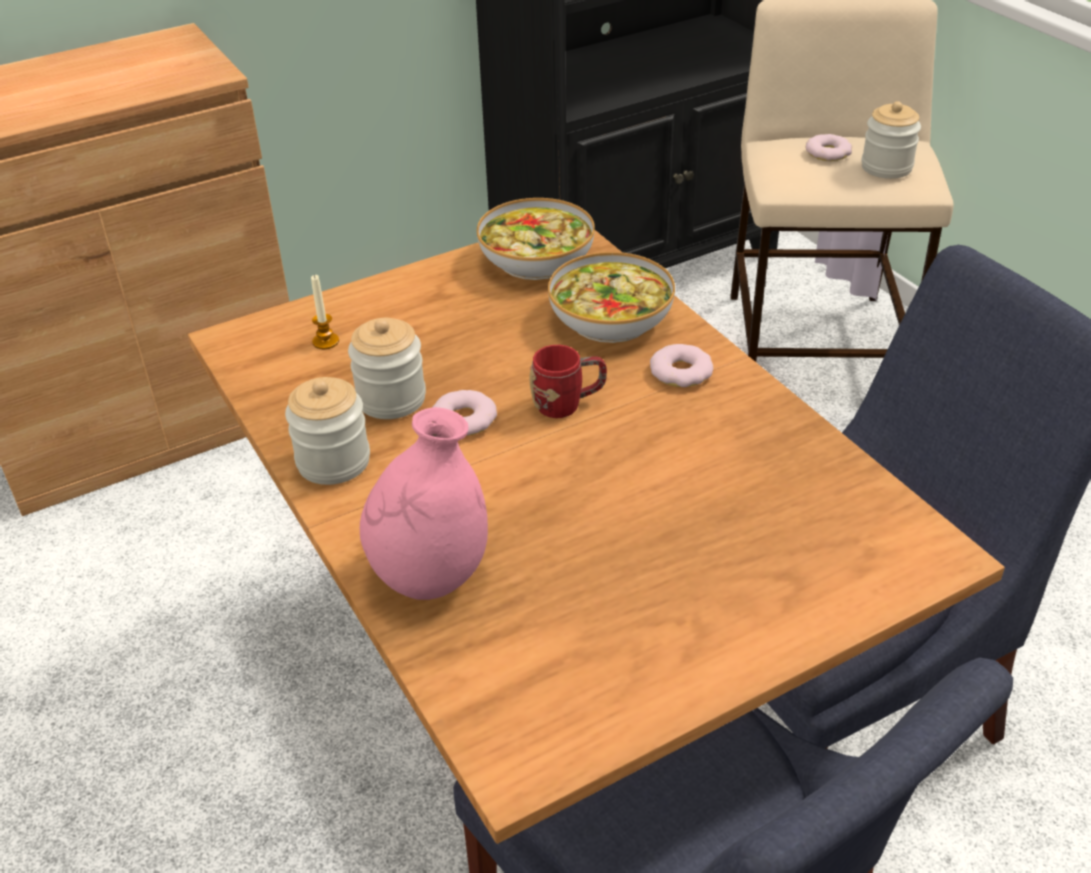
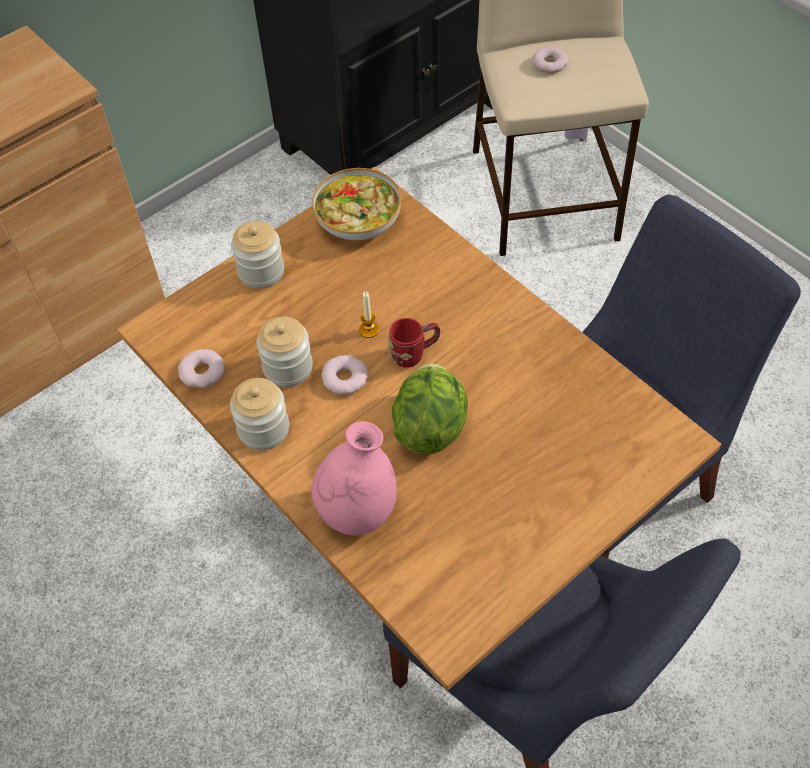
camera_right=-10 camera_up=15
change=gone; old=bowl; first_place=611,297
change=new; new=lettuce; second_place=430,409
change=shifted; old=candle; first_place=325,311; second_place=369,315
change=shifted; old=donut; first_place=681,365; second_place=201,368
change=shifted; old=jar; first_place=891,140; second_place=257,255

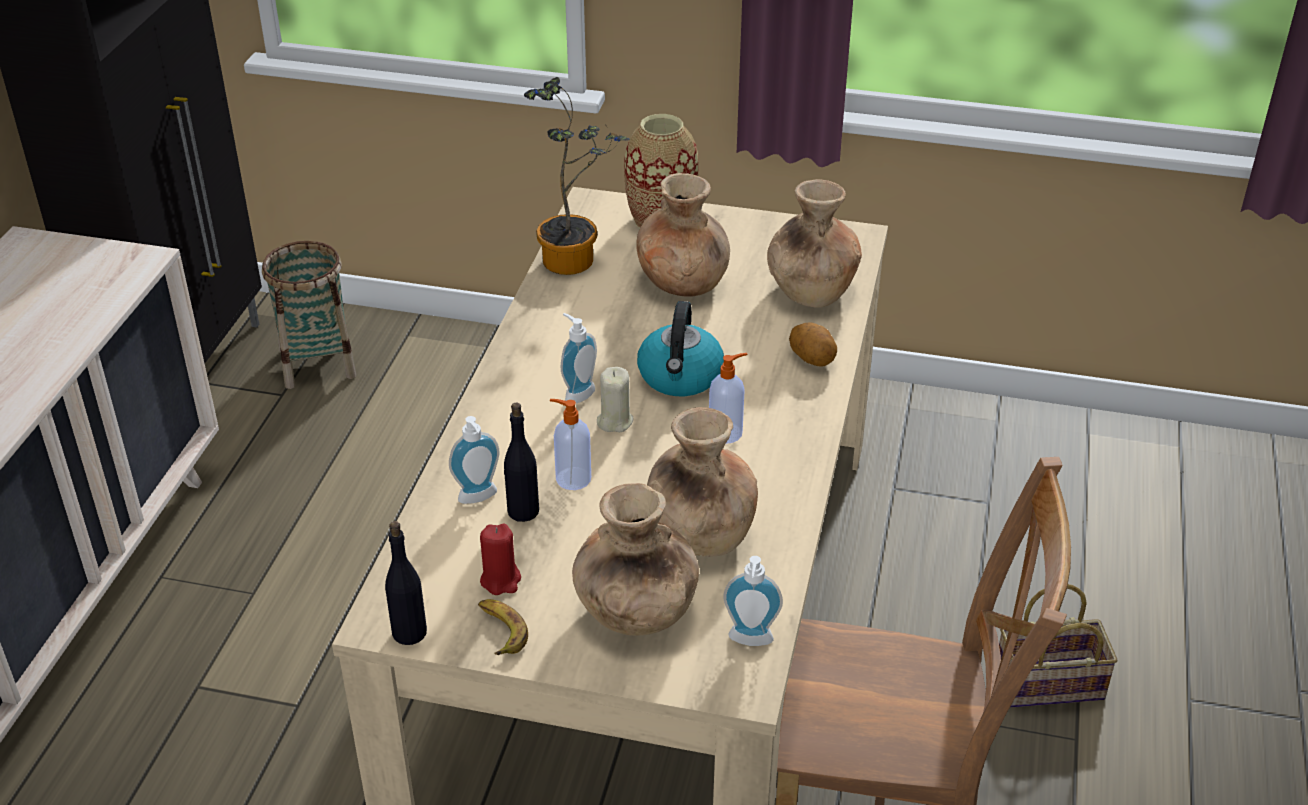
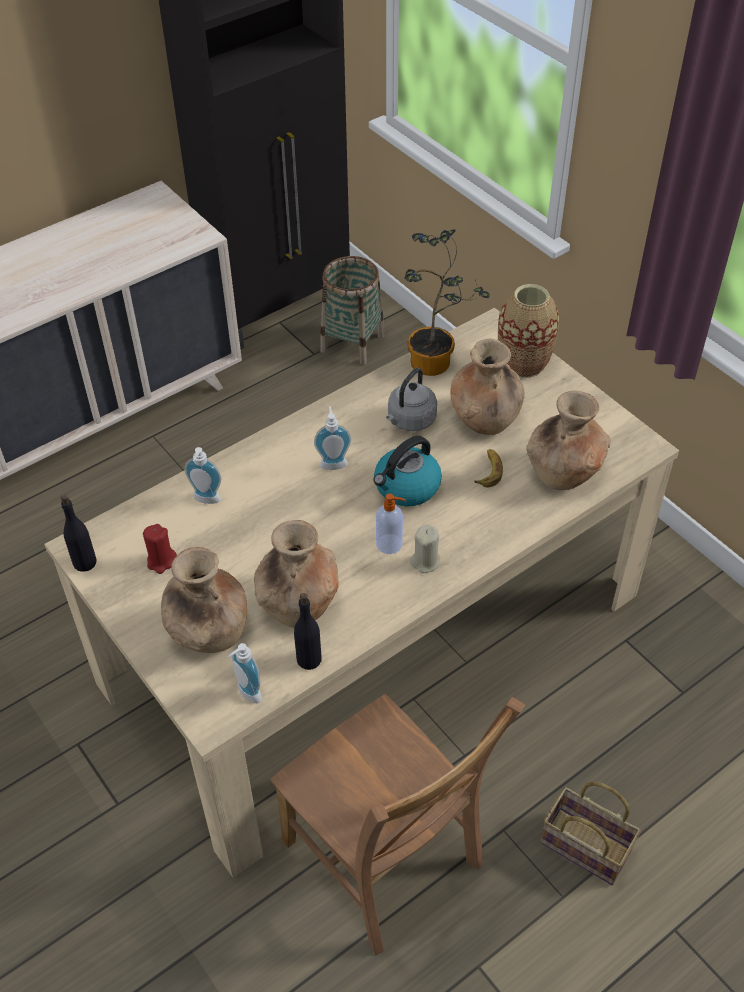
camera_right=40 camera_up=10
change=gone; old=soap dispenser; first_place=570,444
change=gone; old=potato; first_place=813,344
change=new; new=grey kettle; second_place=411,399
change=shifted; old=banana; first_place=503,627; second_place=488,468
change=shifted; old=black bottle; first_place=521,462; second_place=308,631
change=shifted; old=beige candle; first_place=615,399; second_place=425,548

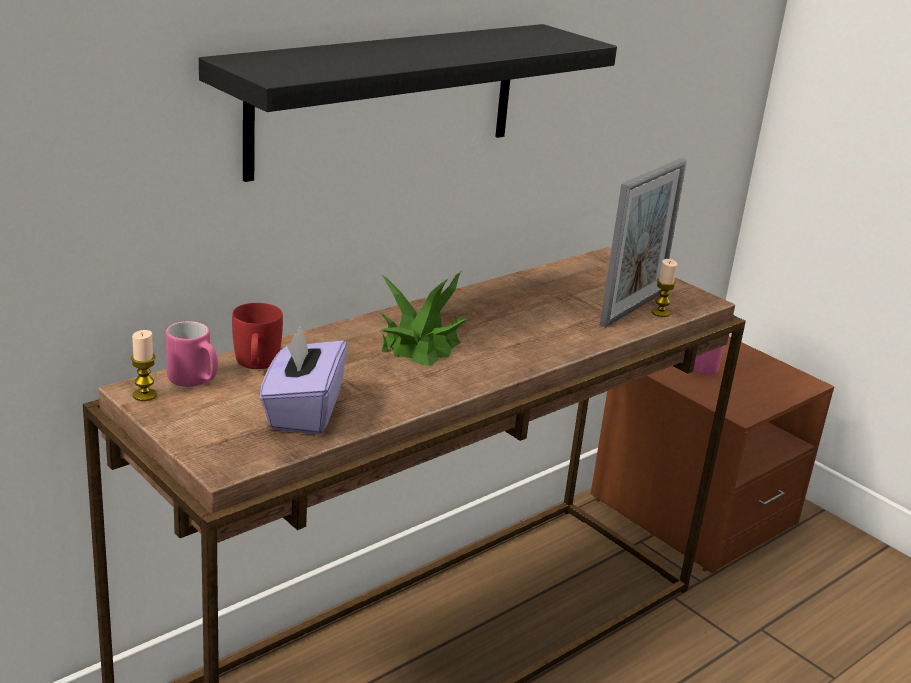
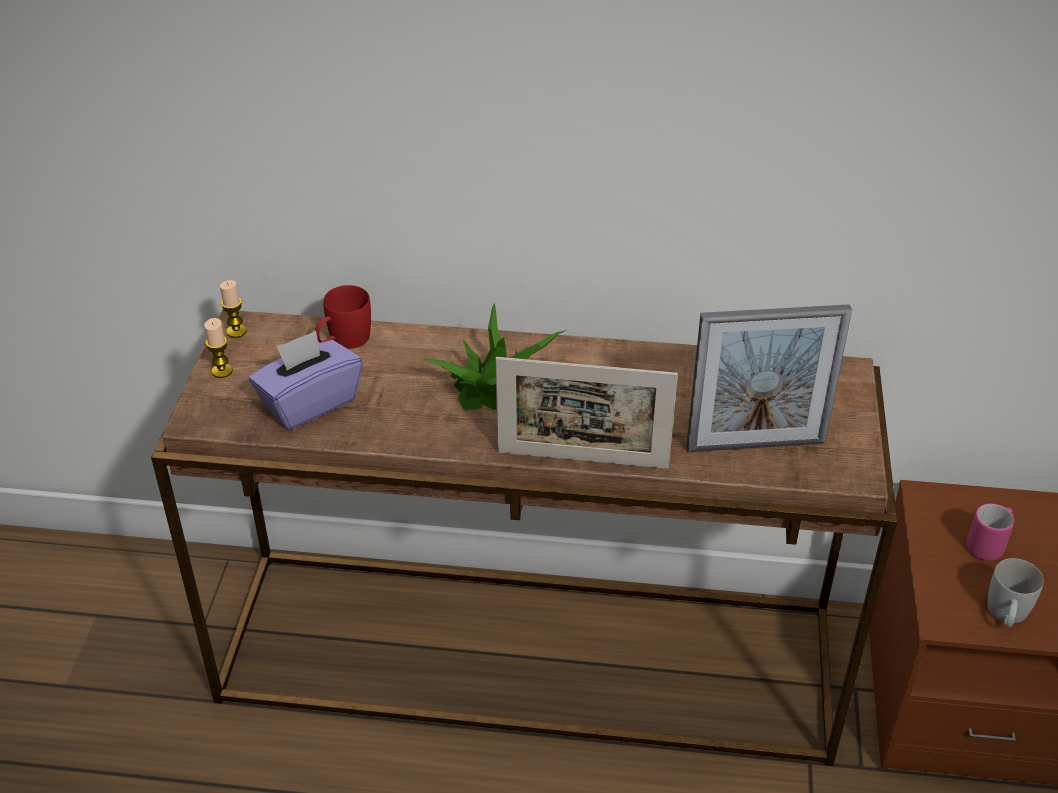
camera_right=50 camera_up=15
change=gone; old=pink mug; first_place=192,354
change=gone; old=black shelf; first_place=408,103
change=new; new=picture frame; second_place=587,413
change=new; new=white mug; second_place=1016,592
change=shifted; old=candle; first_place=664,288; second_place=218,348

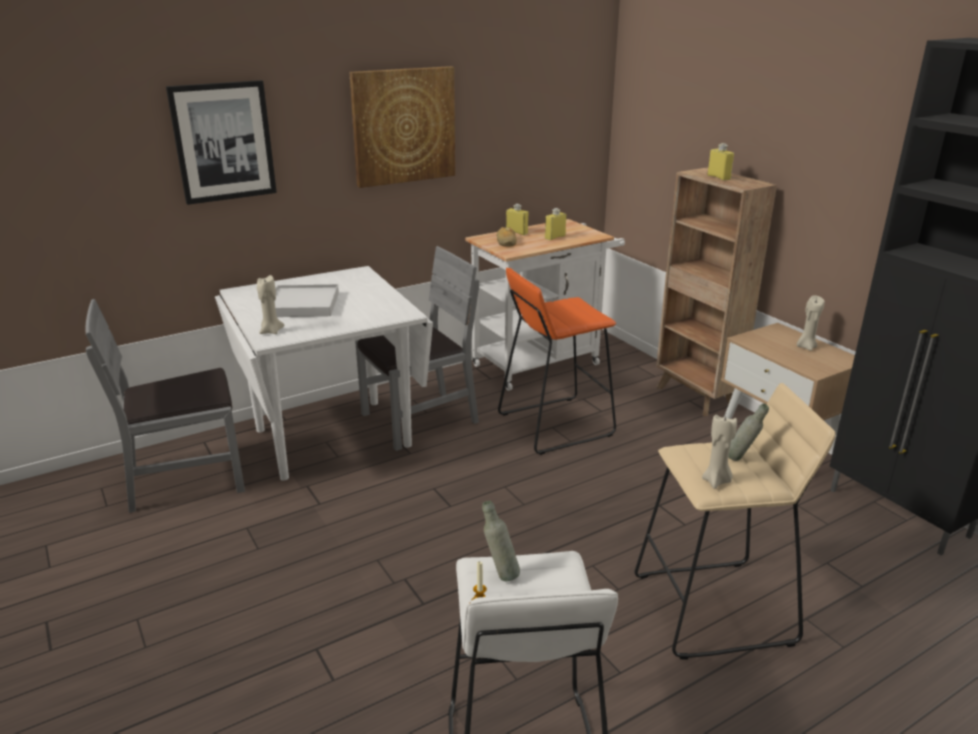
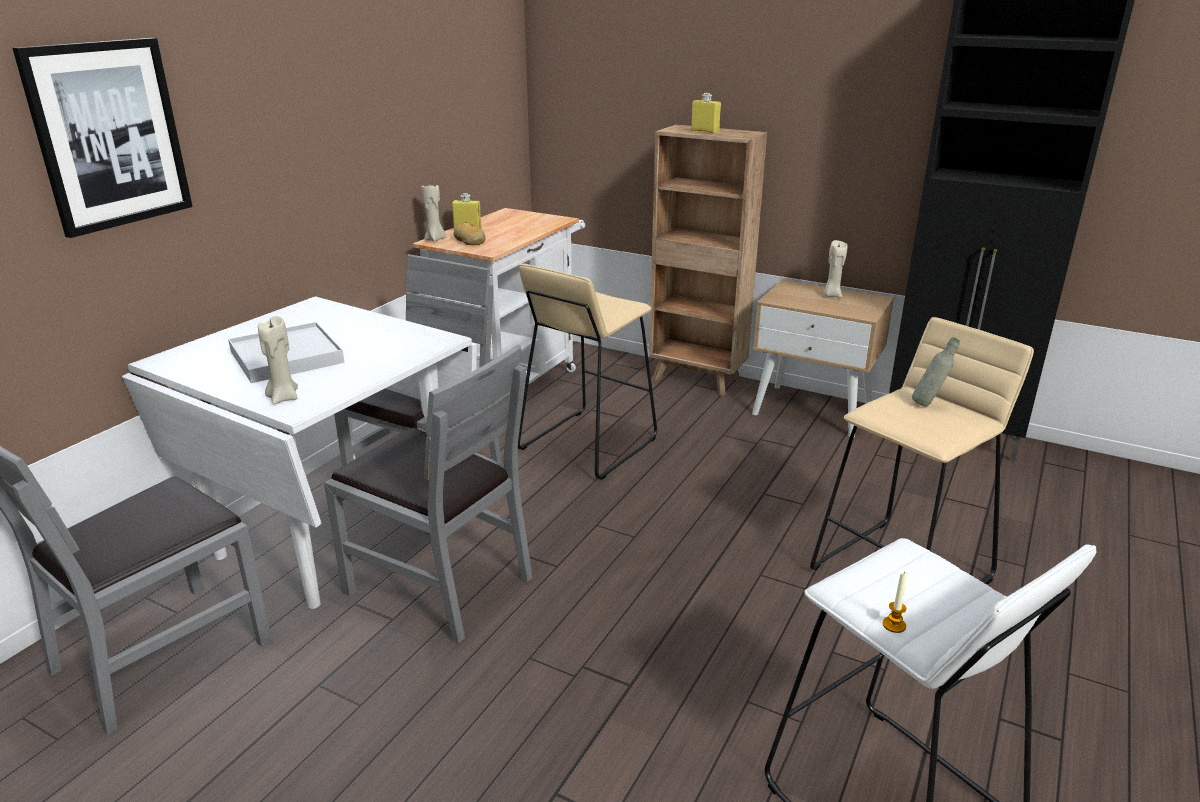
camera_right=-30 camera_up=0
change=gone; old=picture; first_place=402,127
change=gone; old=grey bottle; first_place=501,541
change=gone; old=yellow bottle; first_place=555,224
change=new; new=grey chair; second_place=428,494
change=shifted; old=beige candle; first_place=719,451; second_place=433,213
change=repainted; old=orange stool; new=beige stool; first_place=557,361; second_place=587,372

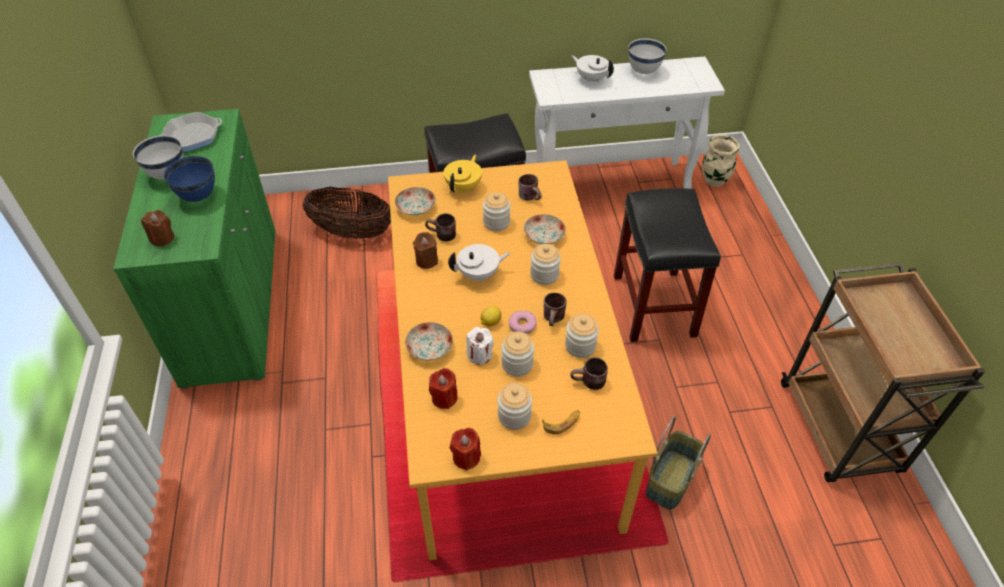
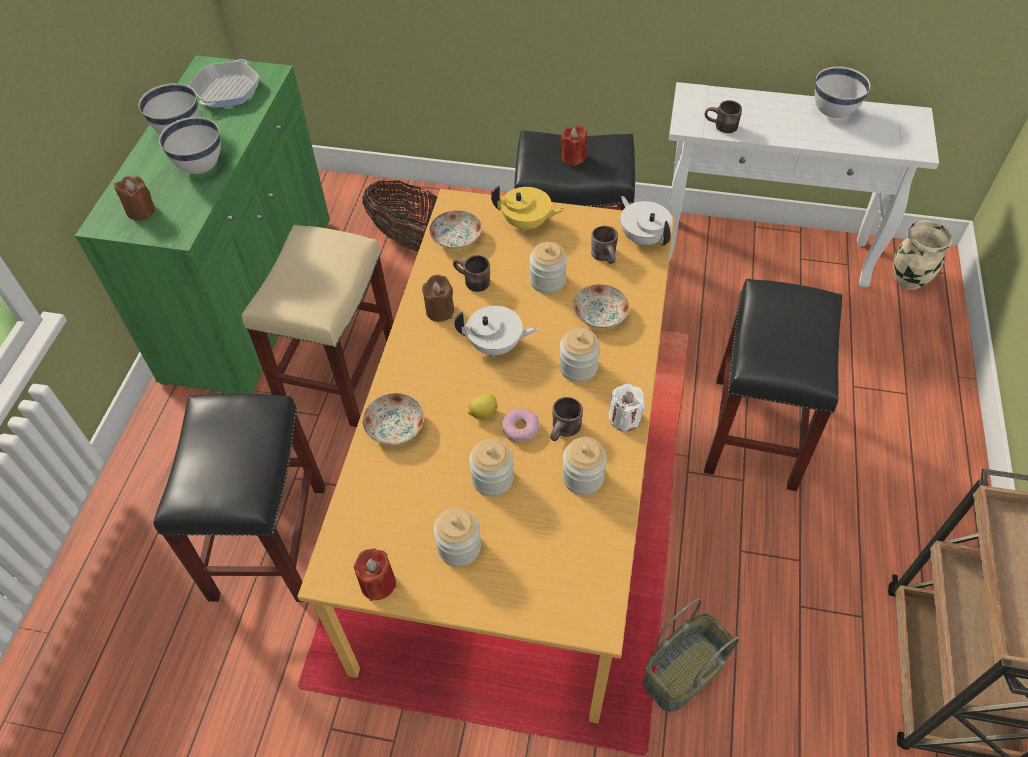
camera_right=20 camera_up=5
change=gone; old=banana; first_place=561,422
change=new; new=black stool; second_place=239,498
change=new; new=beige stool; second_place=317,326
change=shifted; old=red candle; first_place=443,388; second_place=573,145
change=shifted; old=white candle; first_place=480,346; second_place=626,407
change=shifted; old=brown mug; first_place=589,373; second_place=723,116
change=shifted; old=white teapot; first_place=592,69; second_place=646,221
change=repainted; old=blue bowl; new=white bowl; first_place=189,179; second_place=190,145
change=rotated; old=frying pan; first_place=192,132; second_place=224,83; degrees=-60
change=rotated; old=yellow teapot; first_place=463,174; second_place=528,209; degrees=60

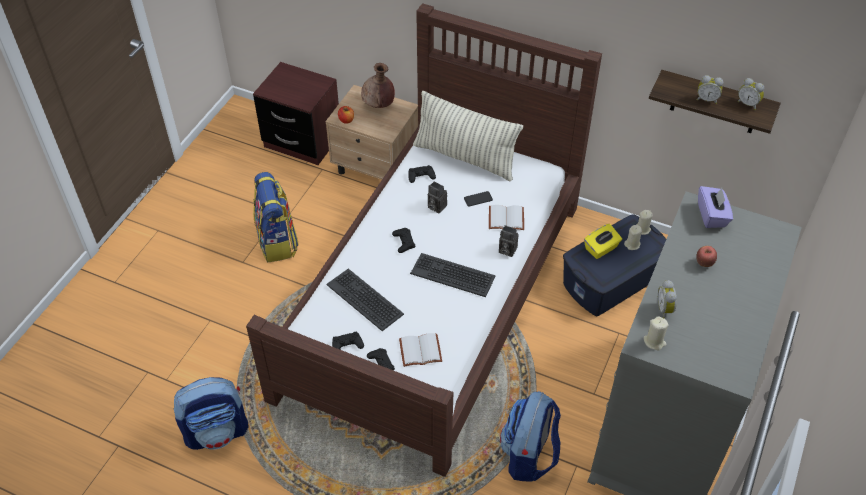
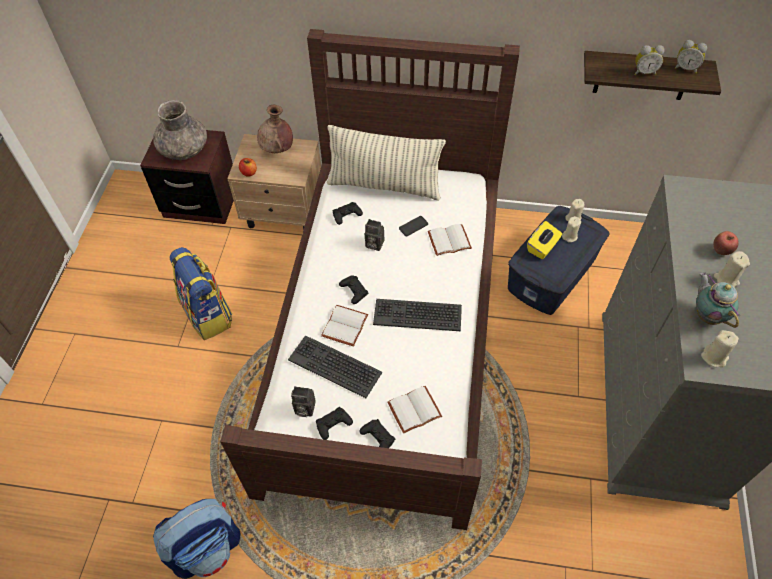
camera_right=-15 camera_up=5
change=gone; old=backpack; first_place=530,436
change=gone; old=purple tissue box; first_place=715,207
change=new; new=grey vase; second_place=180,130
change=new; new=white book; second_place=344,326
change=new; new=beige candle; second_place=732,269
change=shifted; old=photo camera; first_place=509,241; second_place=303,401
change=swapped; old=alarm clock; new=teapot; first_place=667,299; second_place=718,300

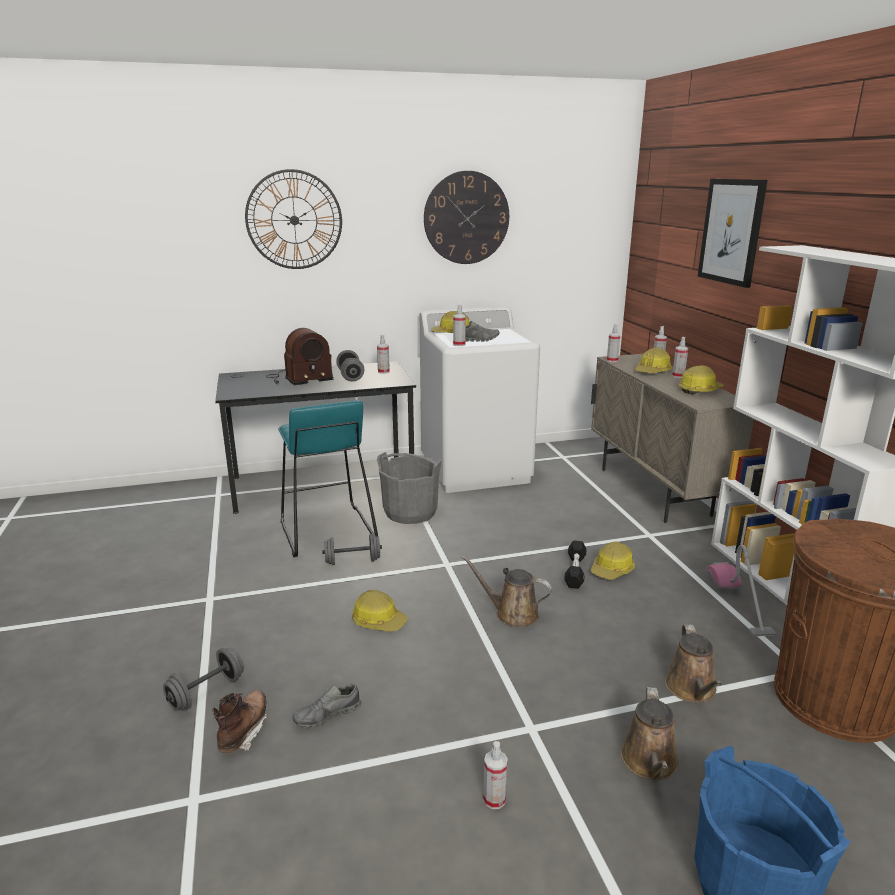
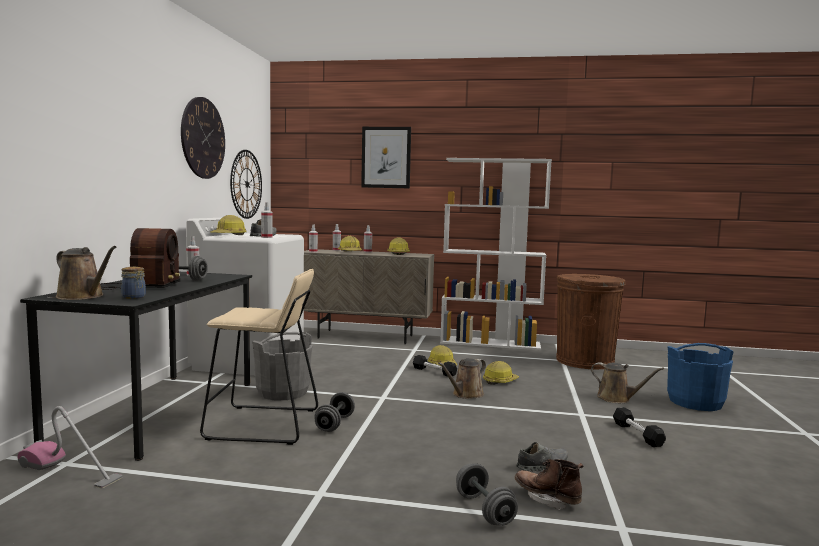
camera_right=-65 camera_up=-15
change=new; new=jar; second_place=133,283
change=shifted; old=wall clock; first_place=293,219; second_place=246,184
change=shifted; old=hard hat; first_place=380,611; second_place=501,373
change=shifted; old=brown watering can; first_place=693,664; second_place=86,273
change=shifted; old=vacuum cleaner; first_place=741,590; second_place=70,447
change=swapped; old=spray bottle; new=black dumbbell; first_place=495,775; second_place=639,427
change=repainted; old=turquoise stool; new=beige stool; first_place=328,478; second_place=259,357
change=rotated; old=grey shoe; first_place=326,705; second_place=542,456; degrees=-105

